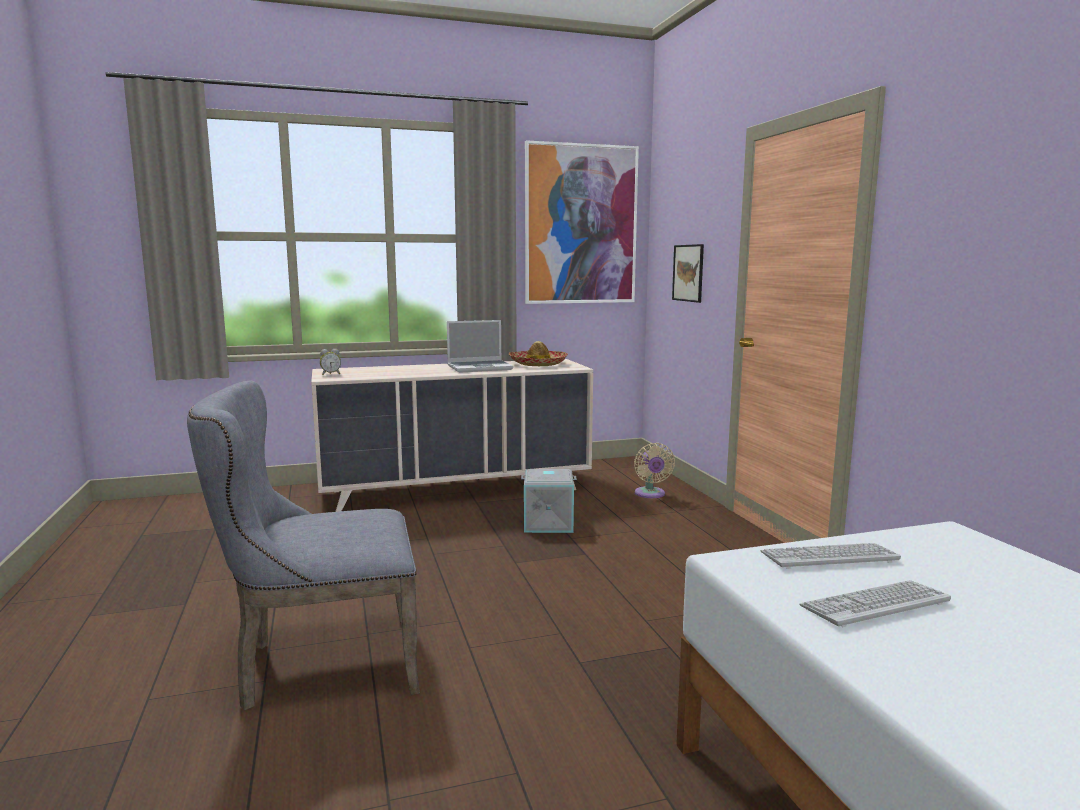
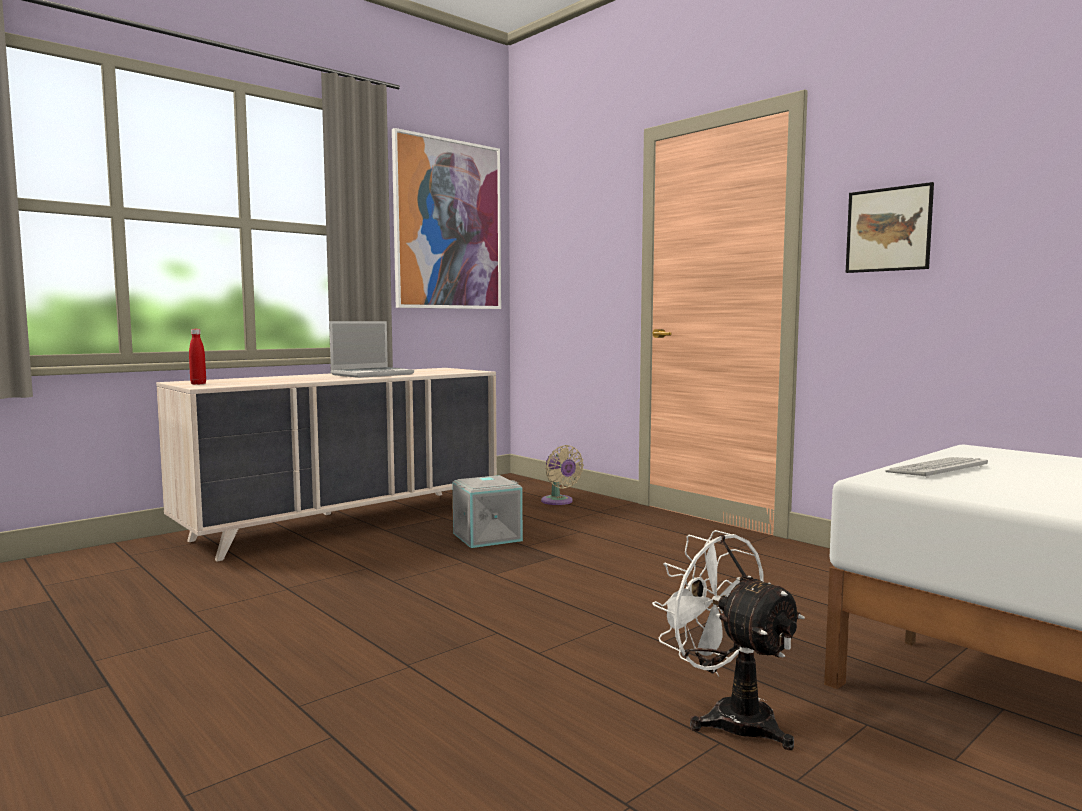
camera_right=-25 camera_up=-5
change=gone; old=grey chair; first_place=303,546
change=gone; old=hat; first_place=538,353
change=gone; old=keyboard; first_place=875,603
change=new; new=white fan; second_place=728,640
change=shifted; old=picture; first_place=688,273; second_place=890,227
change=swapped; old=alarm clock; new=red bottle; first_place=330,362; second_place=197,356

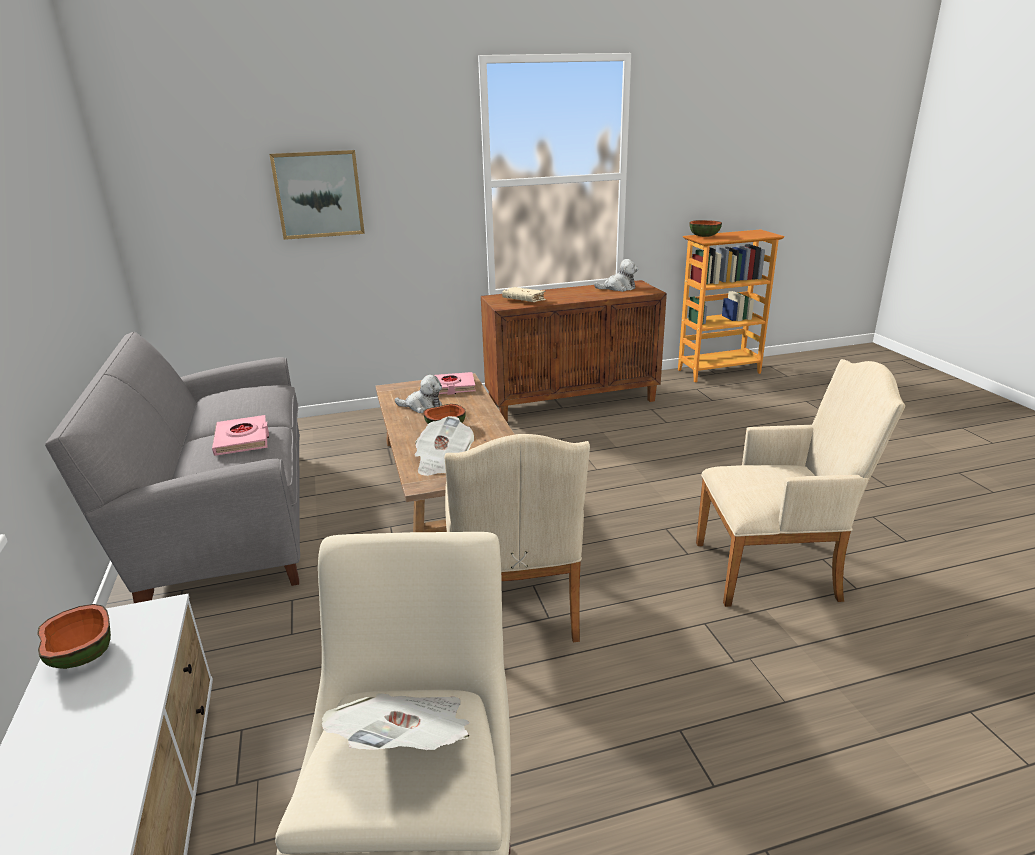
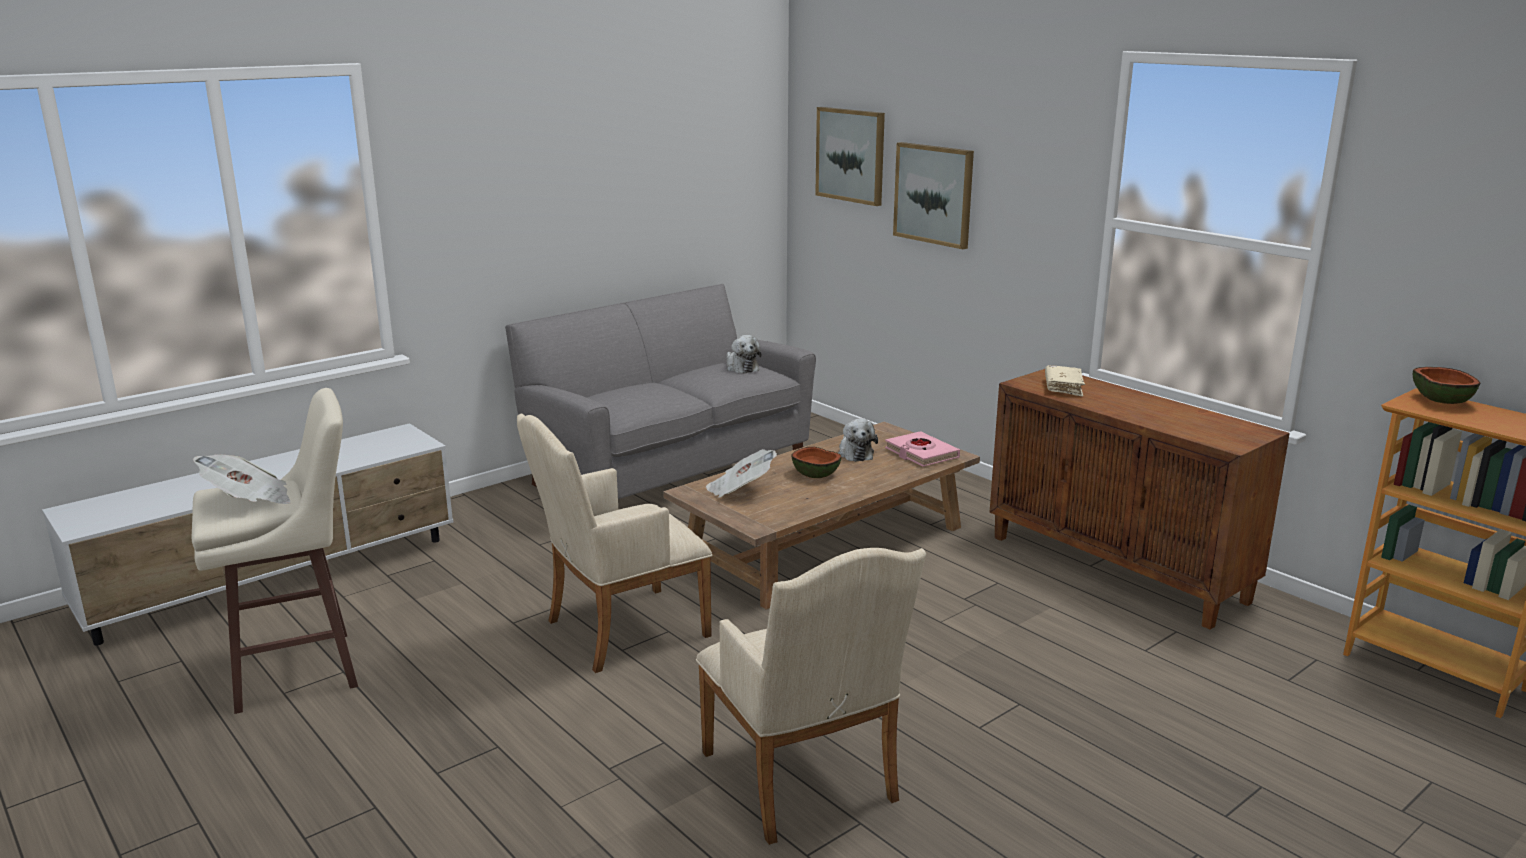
camera_right=65 camera_up=-5
change=gone; old=bowl; first_place=74,636
change=gone; old=pink book; first_place=240,435
change=new; new=picture; second_place=850,156
change=shifted; old=plush toy; first_place=616,275; second_place=743,354

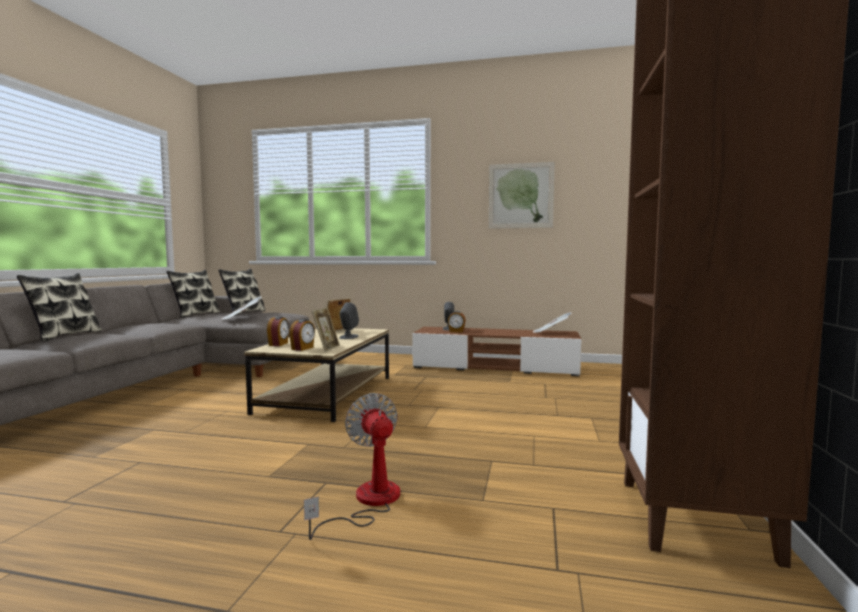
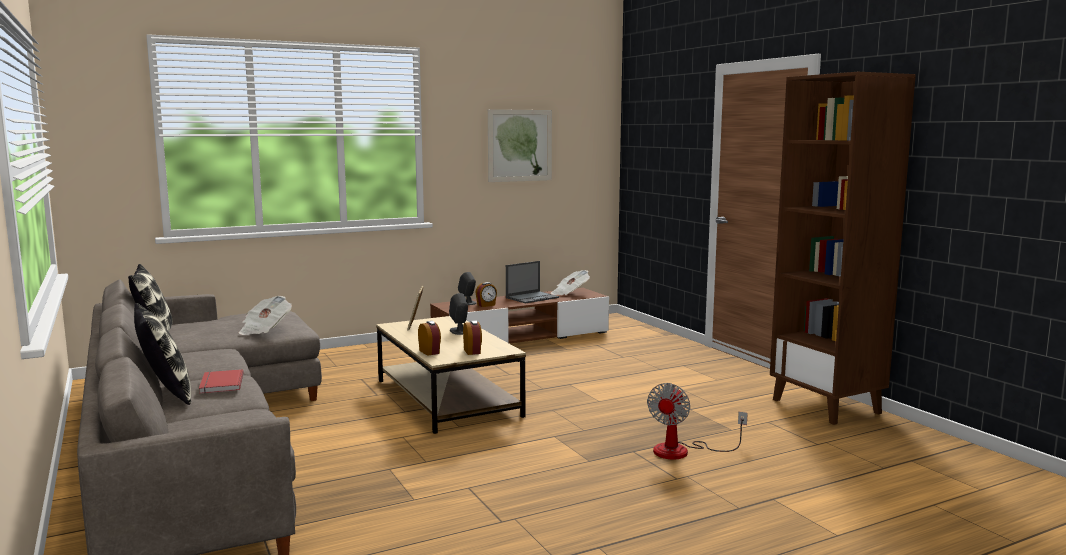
camera_right=-40 camera_up=5
change=gone; old=pillow; first_place=242,292
change=gone; old=picture frame; first_place=326,329
change=new; new=red book; second_place=221,381
change=new; new=laptop; second_place=532,282
change=rotated; old=fan; first_place=352,466; second_place=697,421; degrees=-90

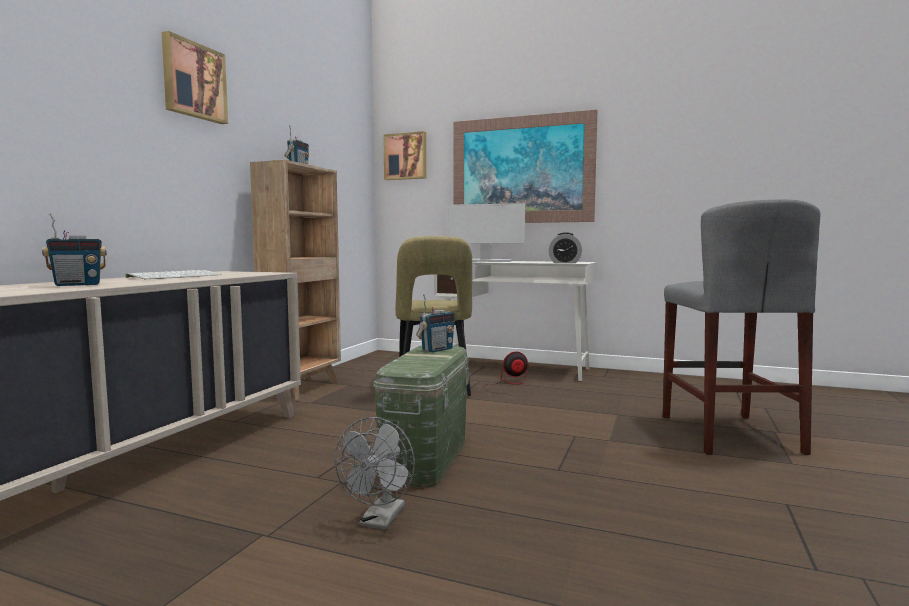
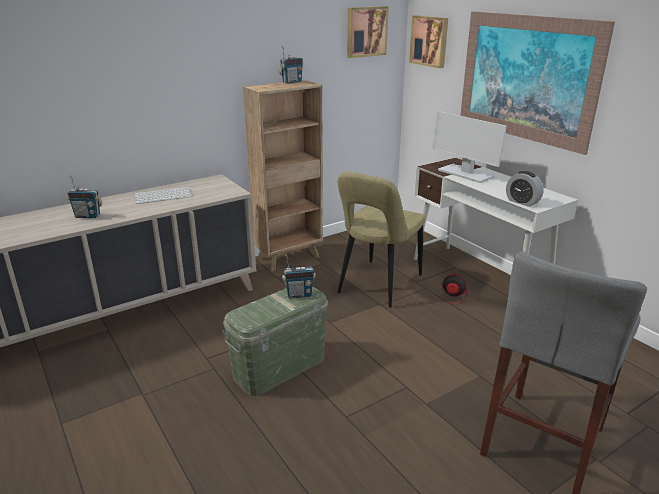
camera_right=35 camera_up=20
change=gone; old=grey fan; first_place=375,473
change=shifted; old=picture; first_place=195,77; second_place=368,32

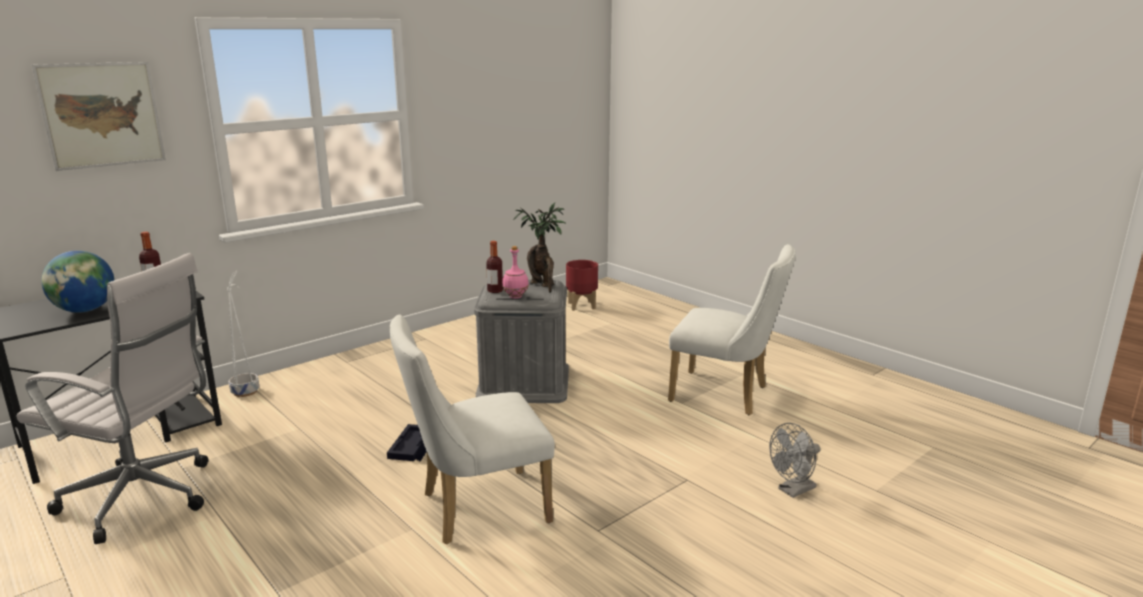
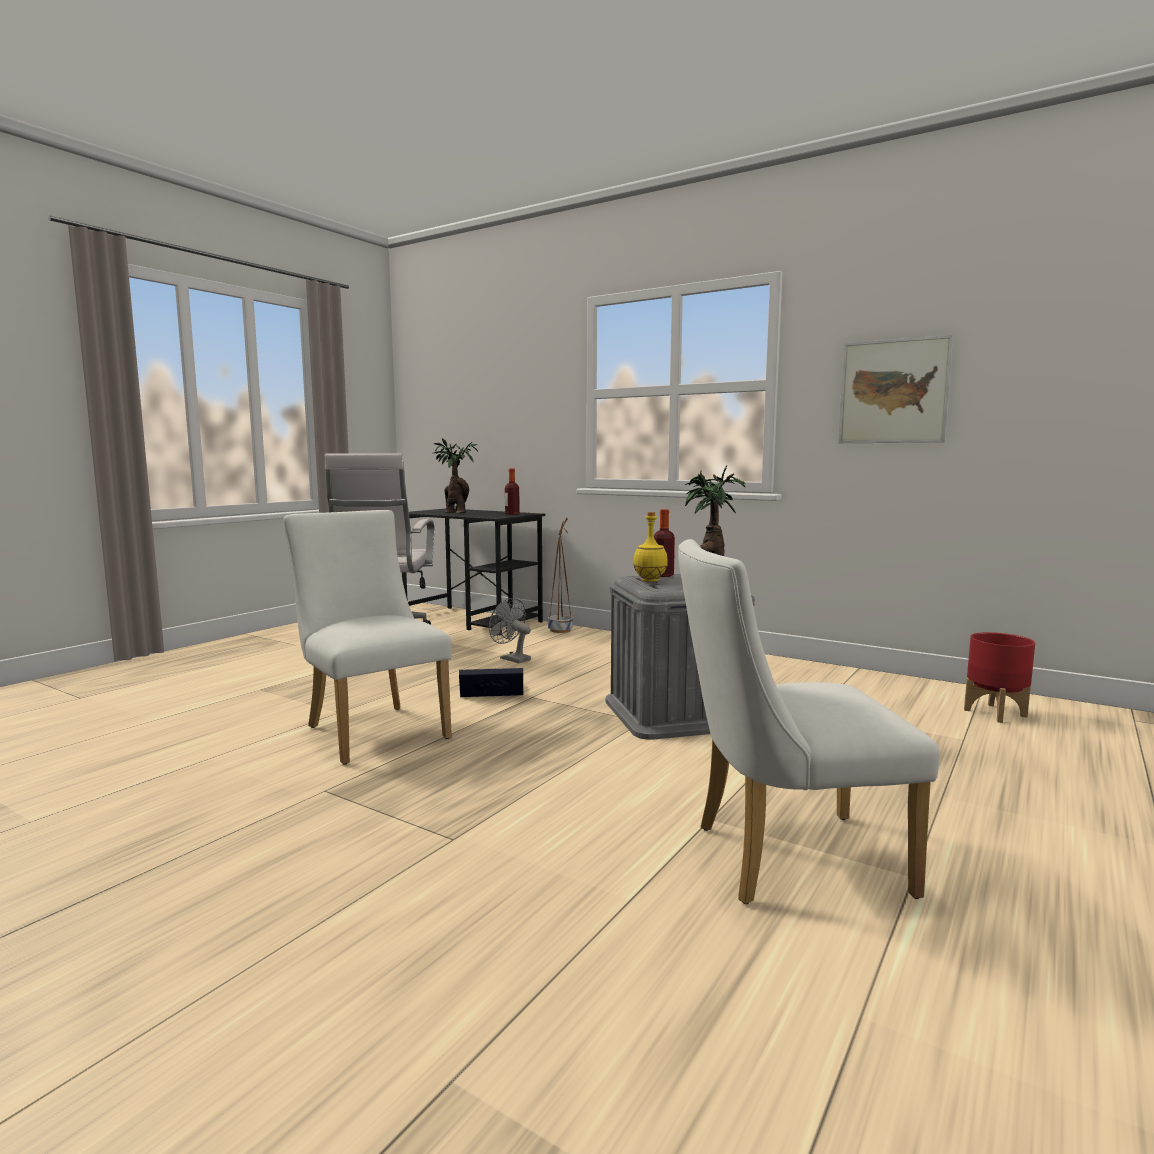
camera_right=75 camera_up=-10
change=shifted; old=picture; first_place=98,116; second_place=895,389
change=shifted; old=grey fan; first_place=795,460; second_place=510,630
change=swapped; old=globe; new=potted plant; first_place=77,282; second_place=455,475
change=repainted; old=white planter; new=brown planter; first_place=243,334; second_place=560,575
change=repainted; old=pink bottle; new=yellow bottle; first_place=515,272; second_place=650,547
change=rotated; old=white chair; first_place=731,329; second_place=809,721; degrees=75

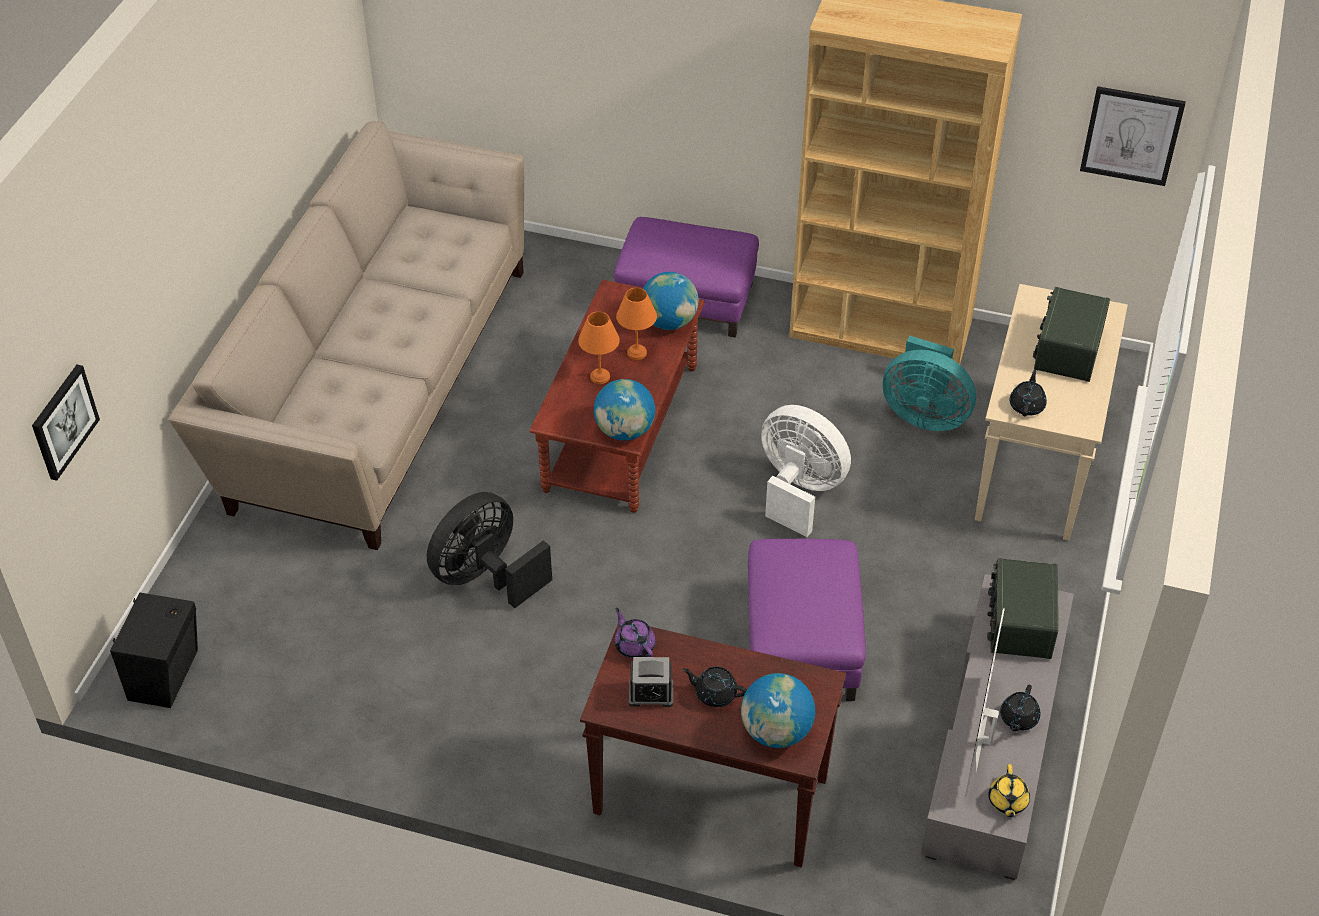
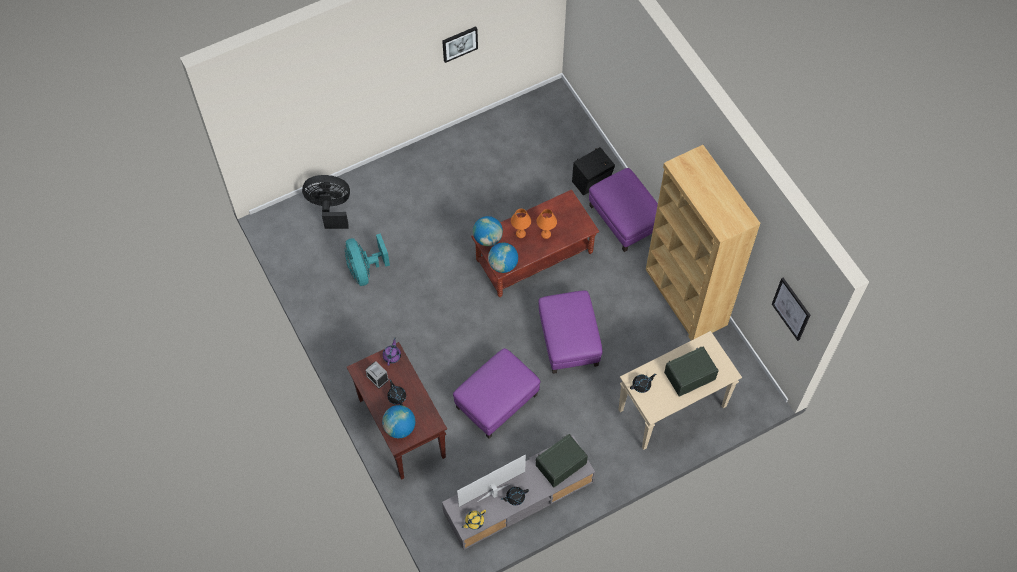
camera_right=45 camera_up=15
change=gone; old=beige sofa; first_place=346,335
change=shifted; old=picture; first_place=66,422; second_place=460,44
change=shifted; old=black speaker; first_place=154,650; second_place=593,171
change=shifted; old=black fan; first_place=489,550; second_place=326,202
change=shifted; old=globe; first_place=671,301; second_place=488,231
change=shifted; old=turquoise fan; first_place=929,383; second_place=367,259
change=swapped; old=white fan; new=purple ottoman; first_place=806,471; second_place=570,332

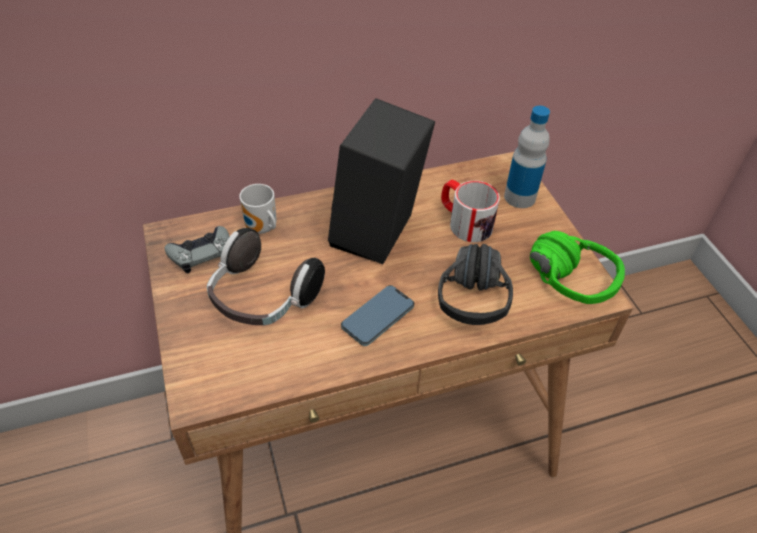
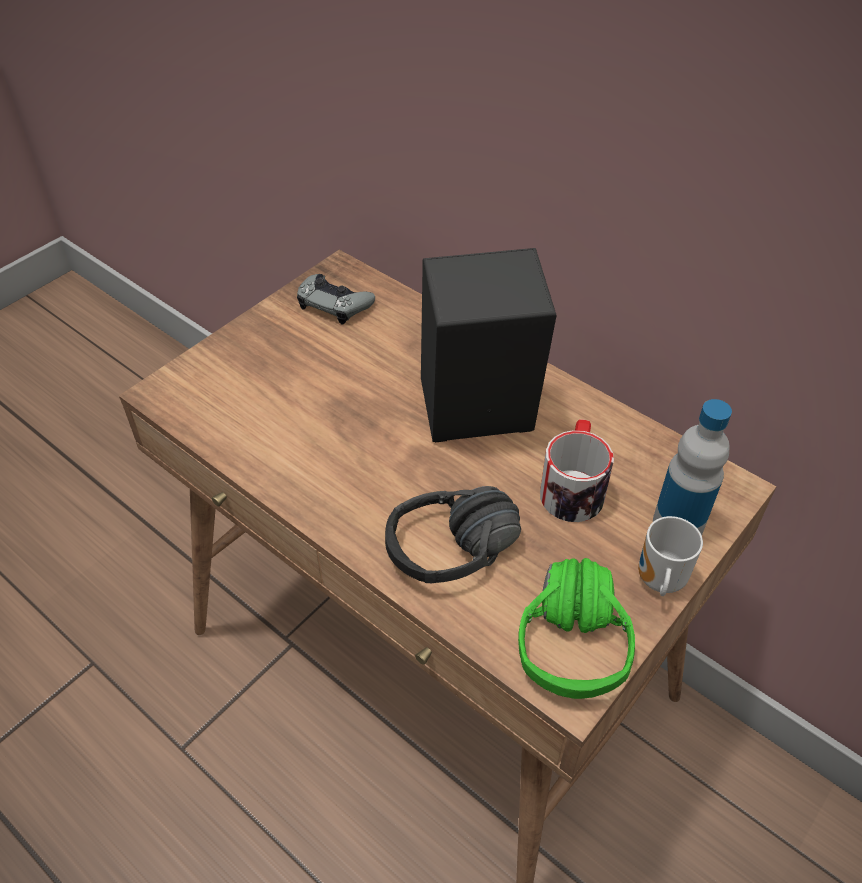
camera_right=60 camera_up=0
change=gone; old=headphones; first_place=266,277
change=gone; old=phone; first_place=377,315
change=shifted; old=mug; first_place=258,209; second_place=670,556

